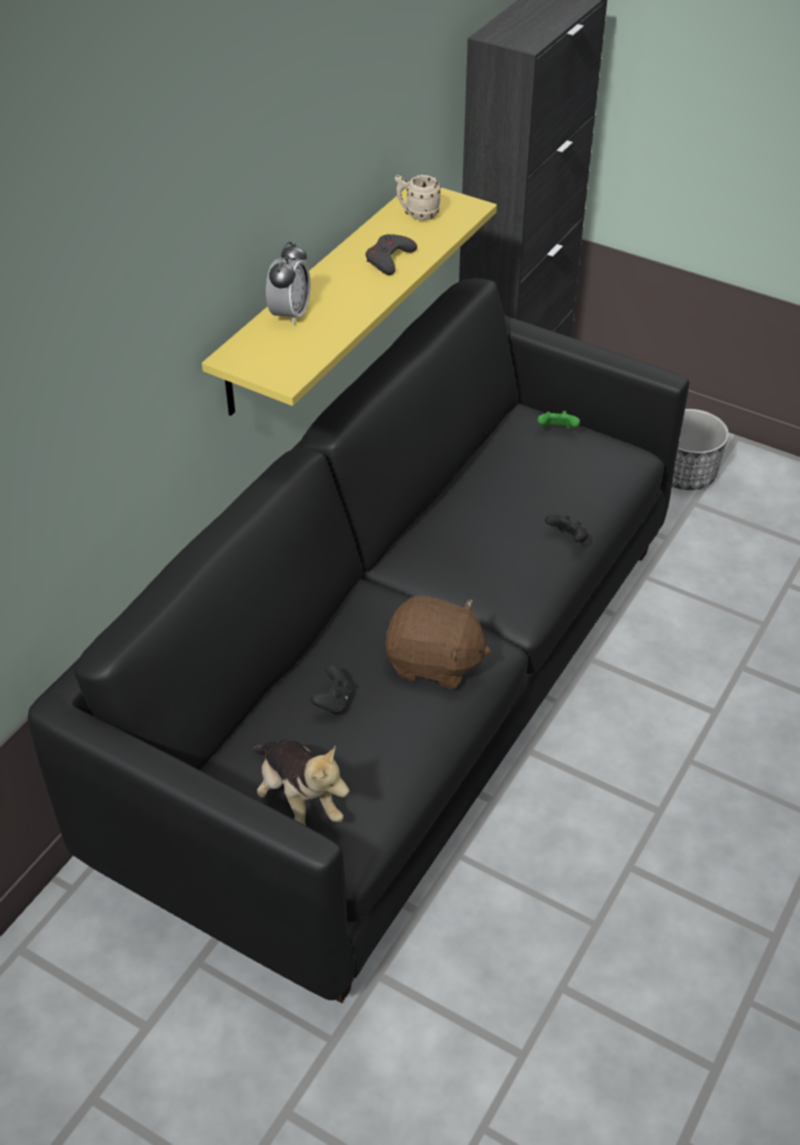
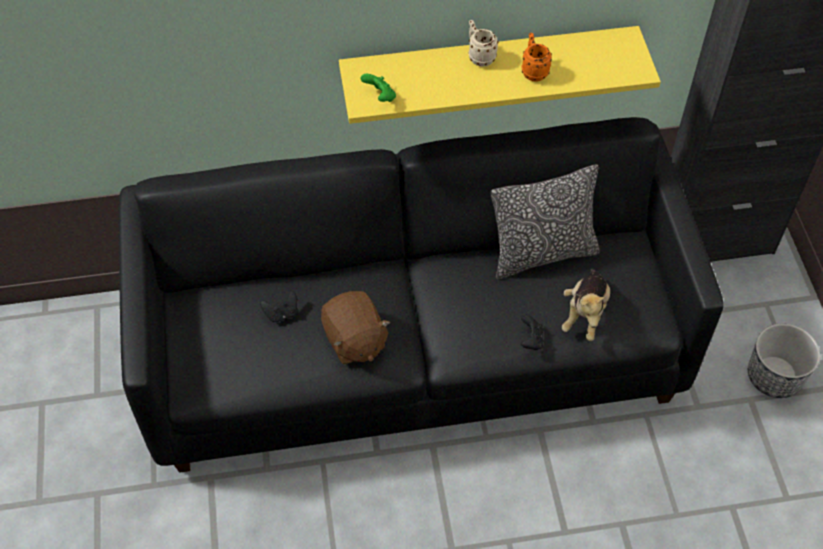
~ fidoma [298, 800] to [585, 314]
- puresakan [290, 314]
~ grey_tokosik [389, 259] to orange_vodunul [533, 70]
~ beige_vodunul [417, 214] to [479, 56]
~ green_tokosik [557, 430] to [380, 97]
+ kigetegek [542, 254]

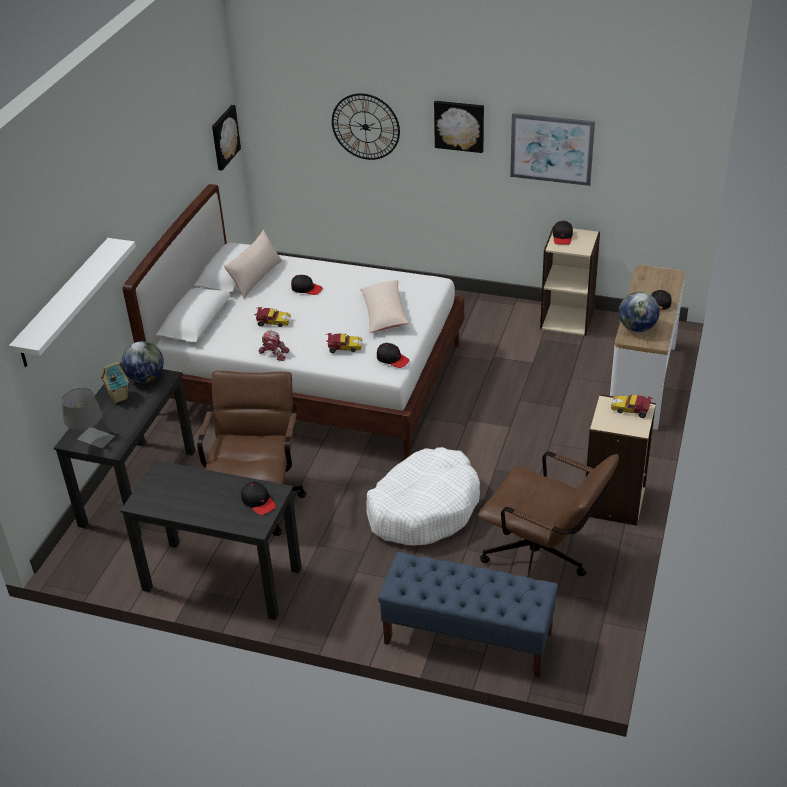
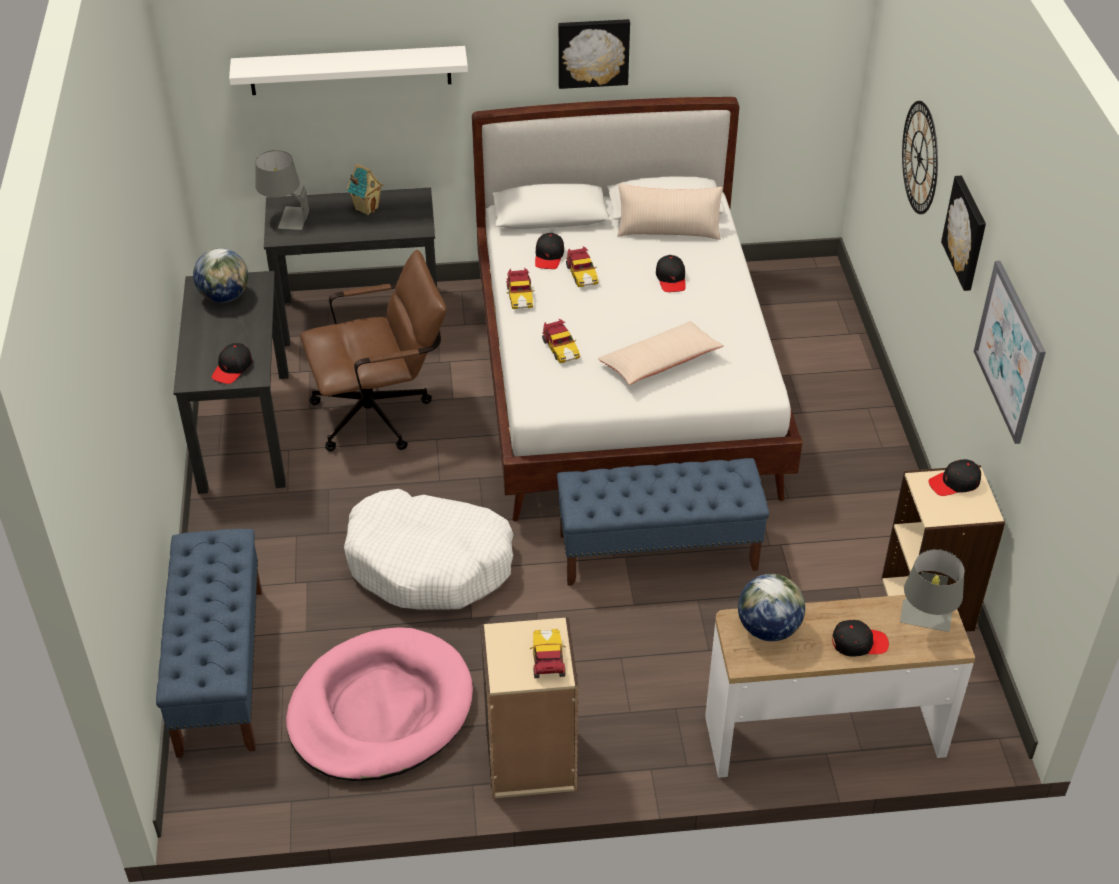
~ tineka [146, 378] to [225, 296]
~ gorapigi [224, 137] to [593, 52]
~ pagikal [274, 353] to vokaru [520, 296]
~ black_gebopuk [392, 359] to [549, 256]
~ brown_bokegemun [543, 561] to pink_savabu [380, 710]
+ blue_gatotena [658, 551]
+ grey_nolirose [925, 623]

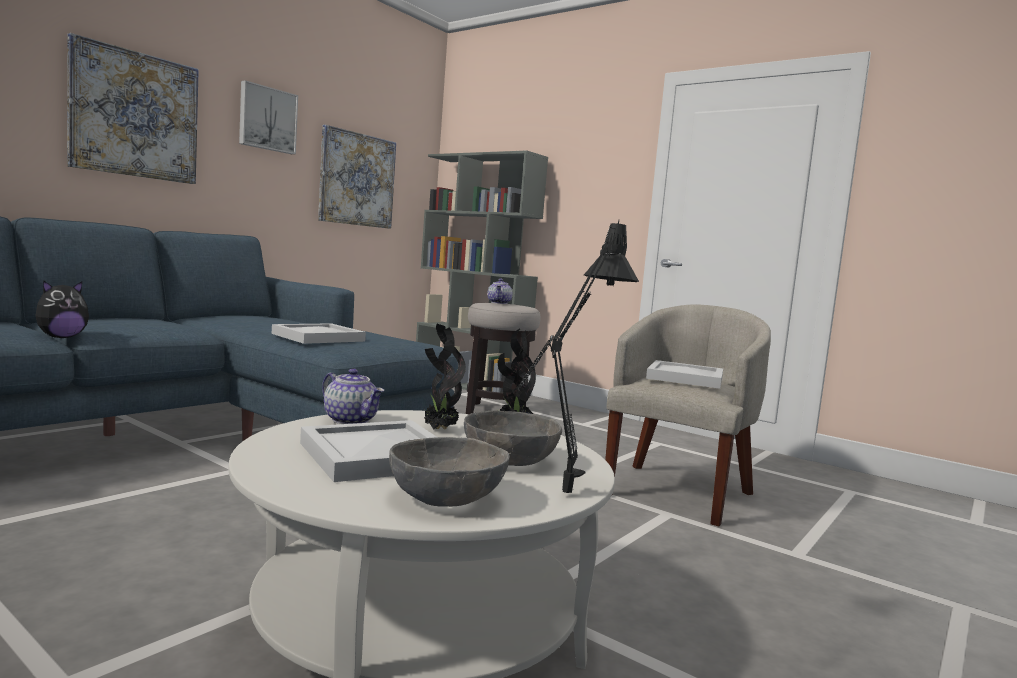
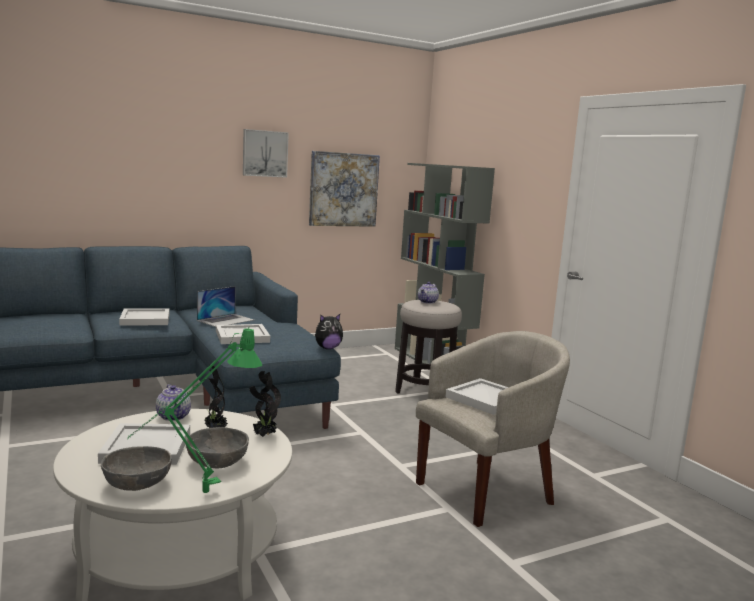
~ fidoma [61, 337] to [327, 348]
- gorapigi [135, 115]
~ black_nolirose [560, 500] to green_nolirose [197, 496]
+ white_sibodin [146, 320]
+ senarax [226, 320]

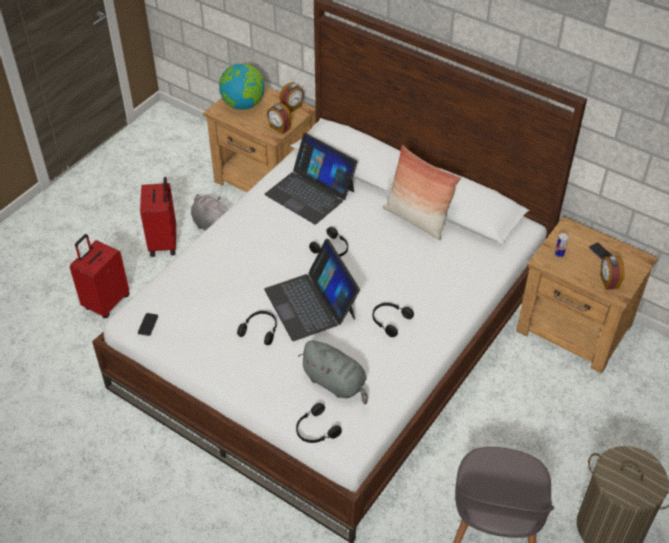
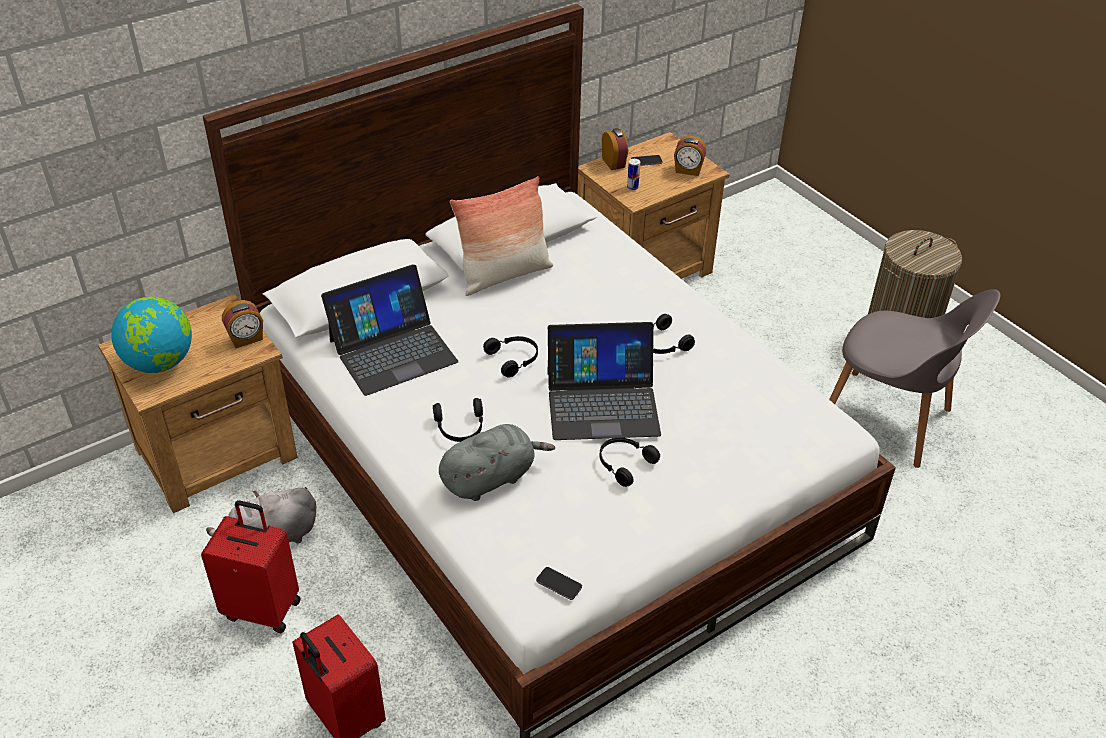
~ puresakan [292, 107] to [614, 162]
~ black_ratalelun [315, 430] to [460, 428]
~ grey_fidoma [336, 383] to [491, 478]

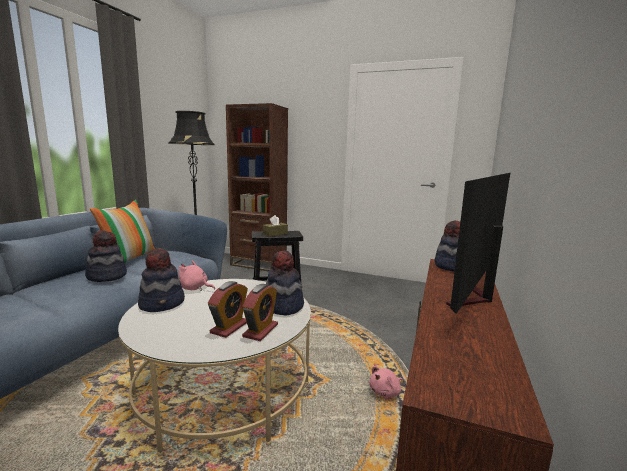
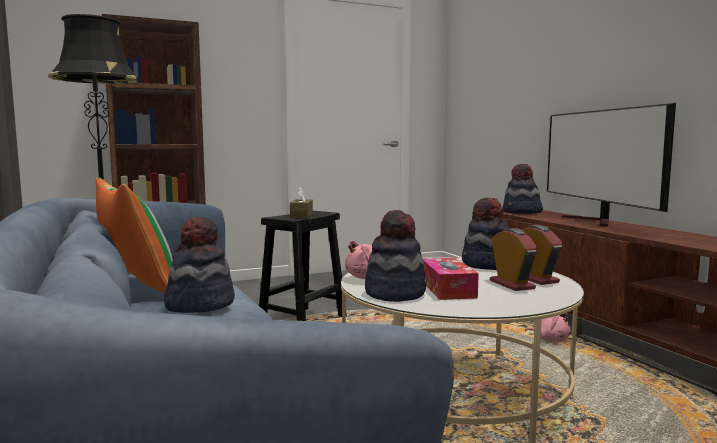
~ pink_fidoma [385, 392] = [550, 339] 60 degrees counterclockwise
+ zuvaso [447, 289]

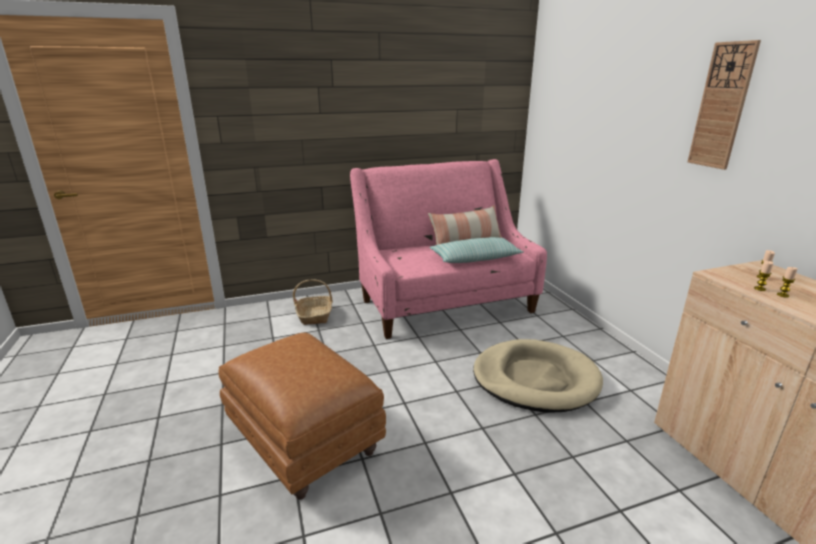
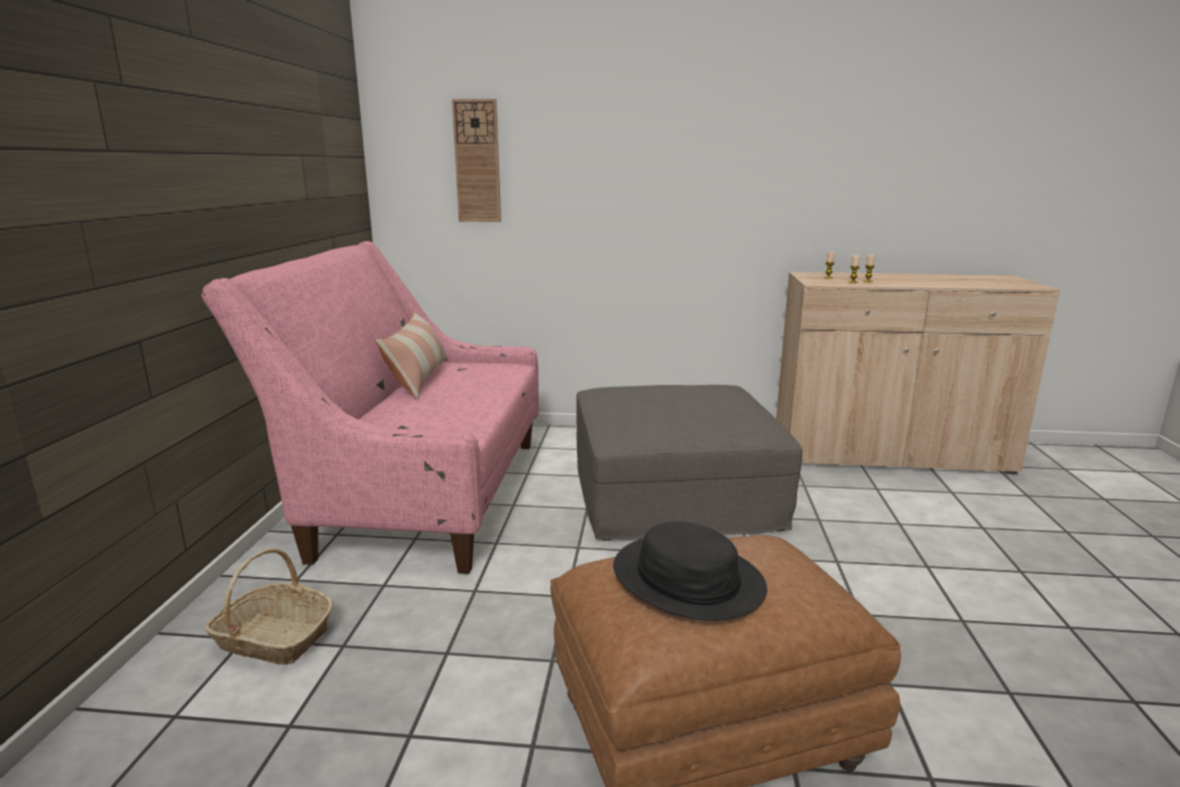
- kigetegek [475, 259]
~ beige_savabu [535, 379] to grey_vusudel [674, 494]
~ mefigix [722, 106] to [477, 162]
+ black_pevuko [687, 579]

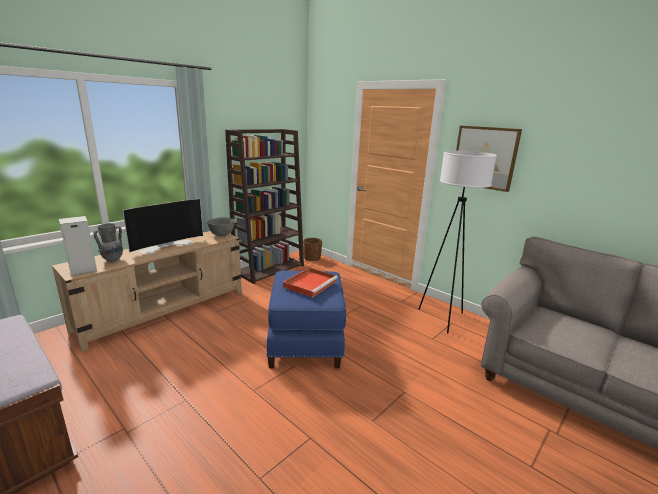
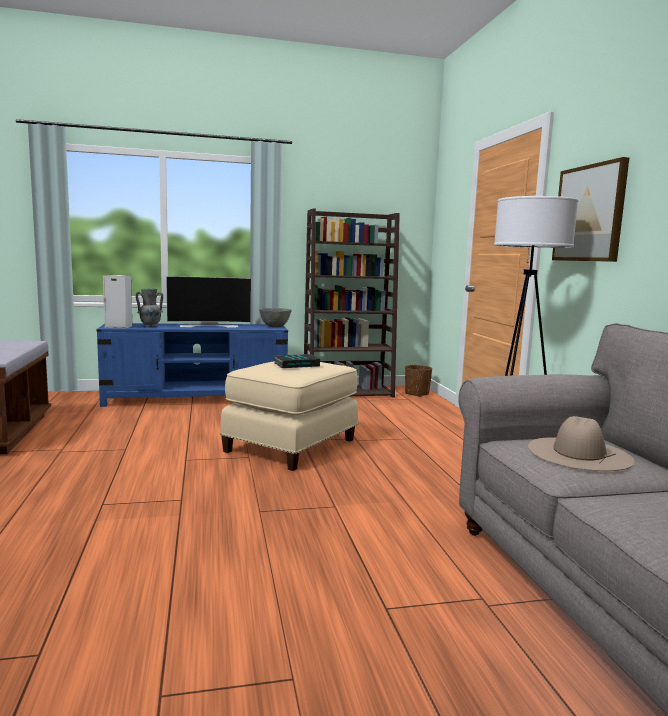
~ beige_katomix [165, 310] to blue_katomix [197, 398]
~ blue_vusudel [306, 341] to beige_vusudel [292, 446]
~ red_sibodin [310, 283] to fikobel [297, 364]
+ beige_pevuko [579, 453]

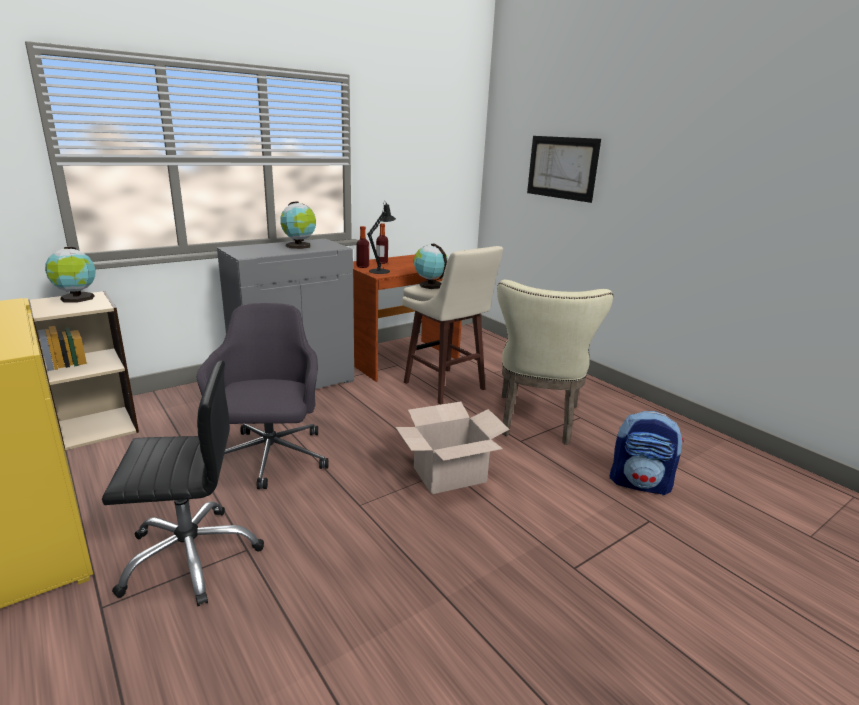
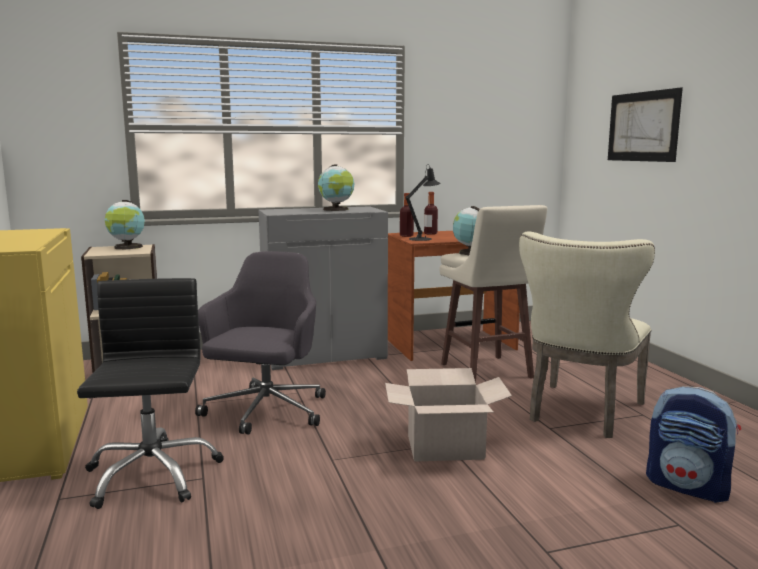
~ black_bokegemun [191, 556] = [151, 475] 105 degrees counterclockwise

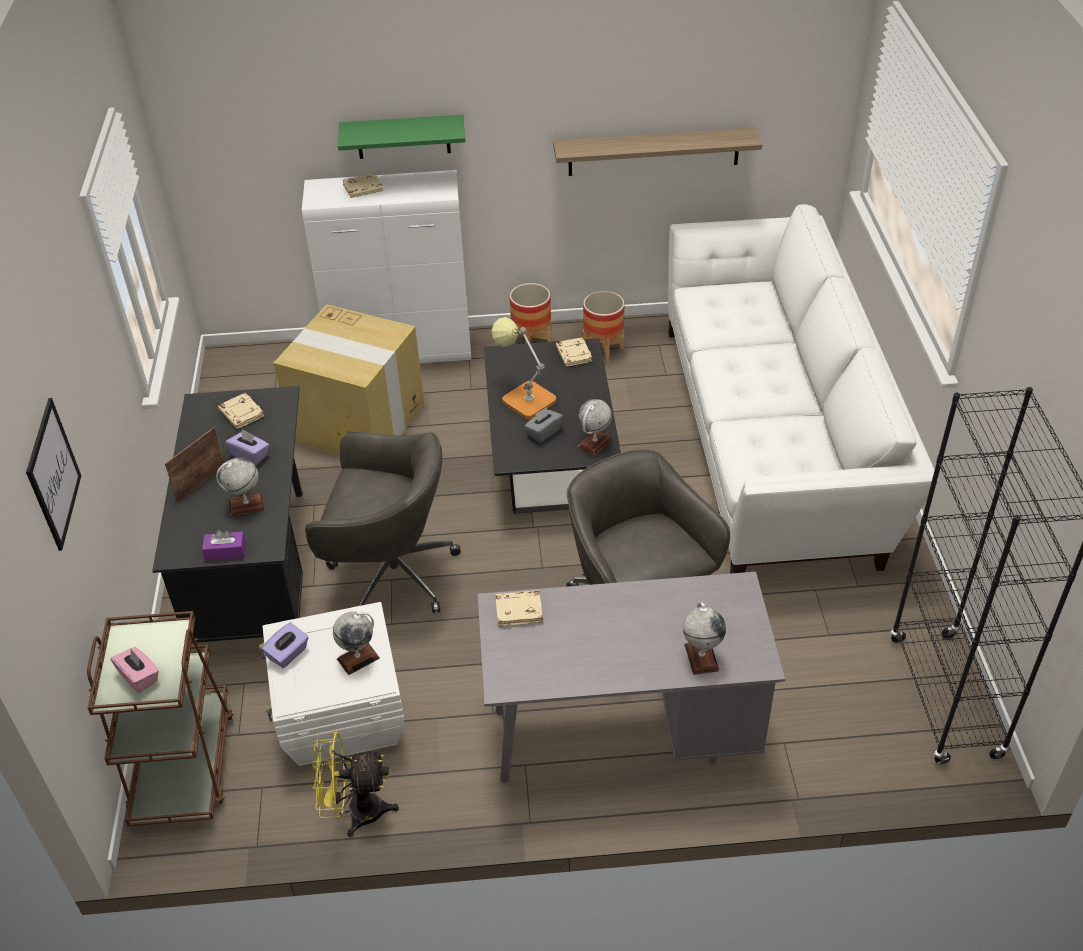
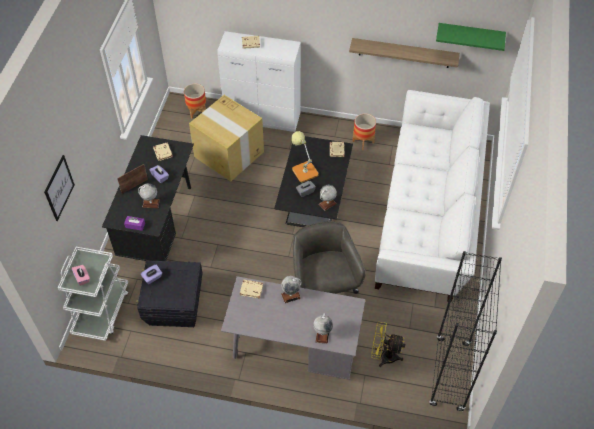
~ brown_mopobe [183, 764] to white_mopobe [101, 311]
~ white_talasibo [341, 716] to black_talasibo [174, 307]
- grey_bokegemun [390, 574]
~ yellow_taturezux [355, 811] to [384, 356]
~ tineka [358, 658] to [291, 296]
~ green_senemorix [403, 136] to [470, 35]
~ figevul [532, 342] to [197, 111]

